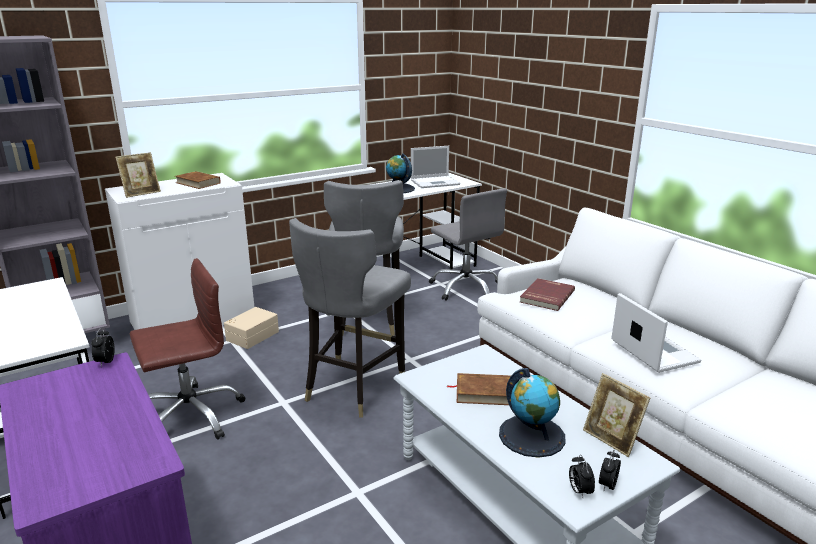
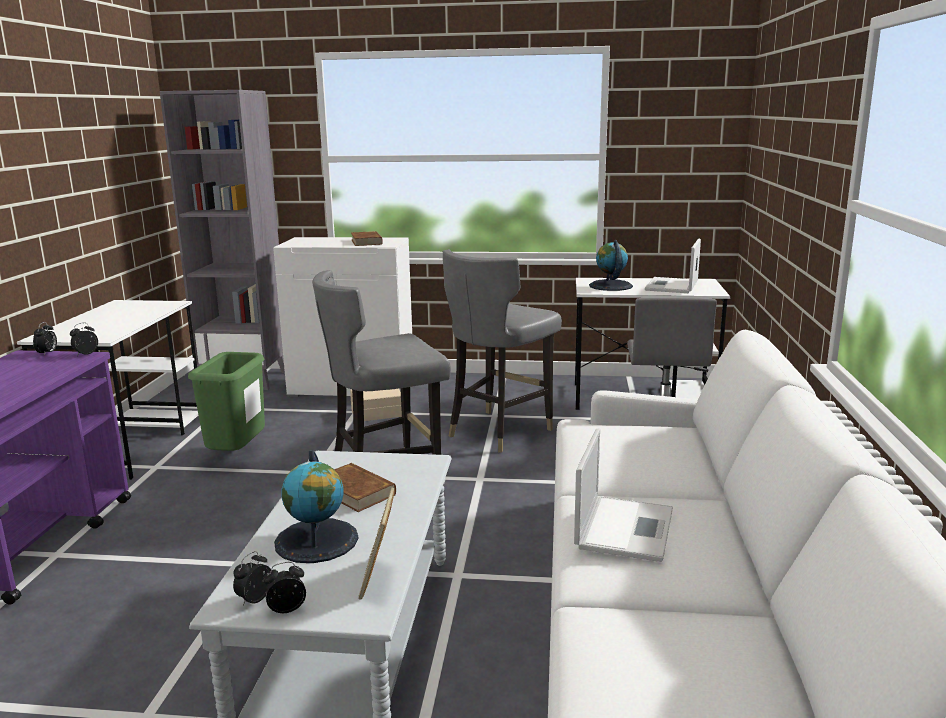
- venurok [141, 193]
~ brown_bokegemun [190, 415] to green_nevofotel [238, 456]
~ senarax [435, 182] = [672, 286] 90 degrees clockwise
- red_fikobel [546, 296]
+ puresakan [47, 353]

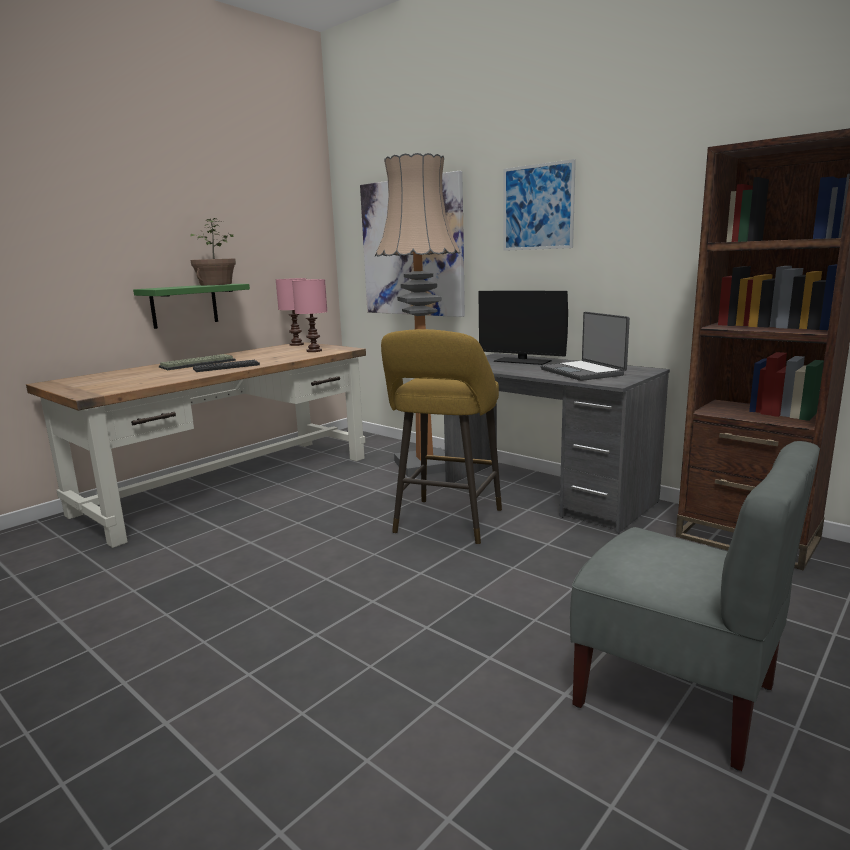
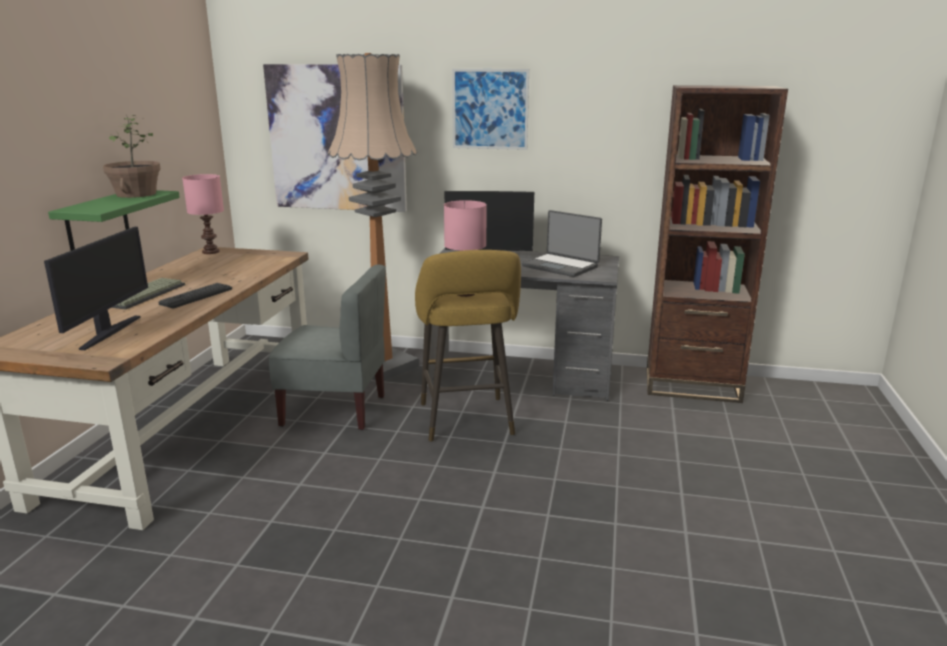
~ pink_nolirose [315, 351] to [465, 293]
~ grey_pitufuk [676, 694] to [335, 410]
+ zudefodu [108, 332]

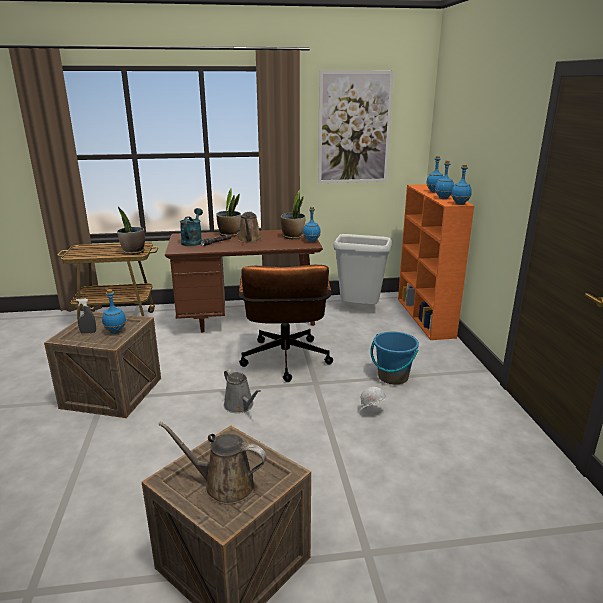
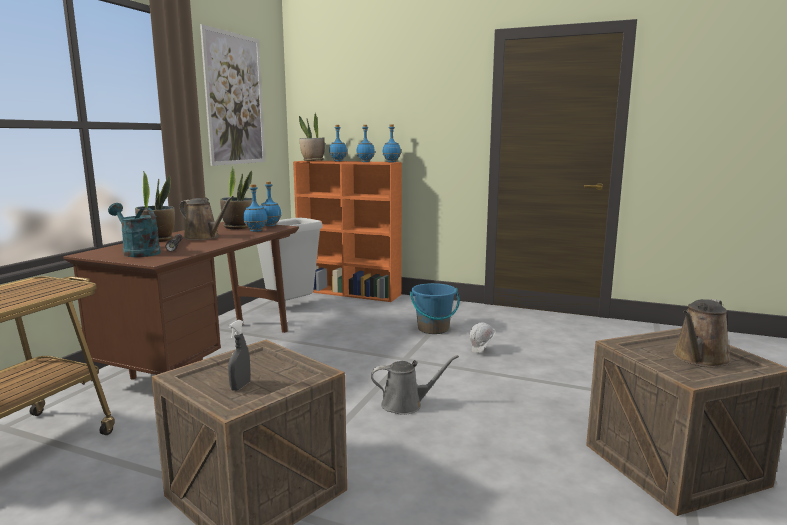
~ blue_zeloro [116, 331] to [255, 231]
~ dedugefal [133, 252] to [313, 160]
- brown_bokegemun [285, 363]

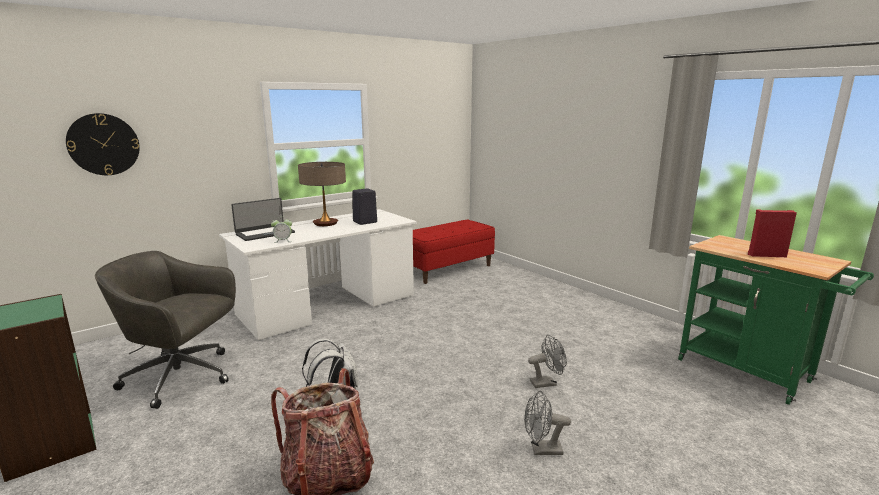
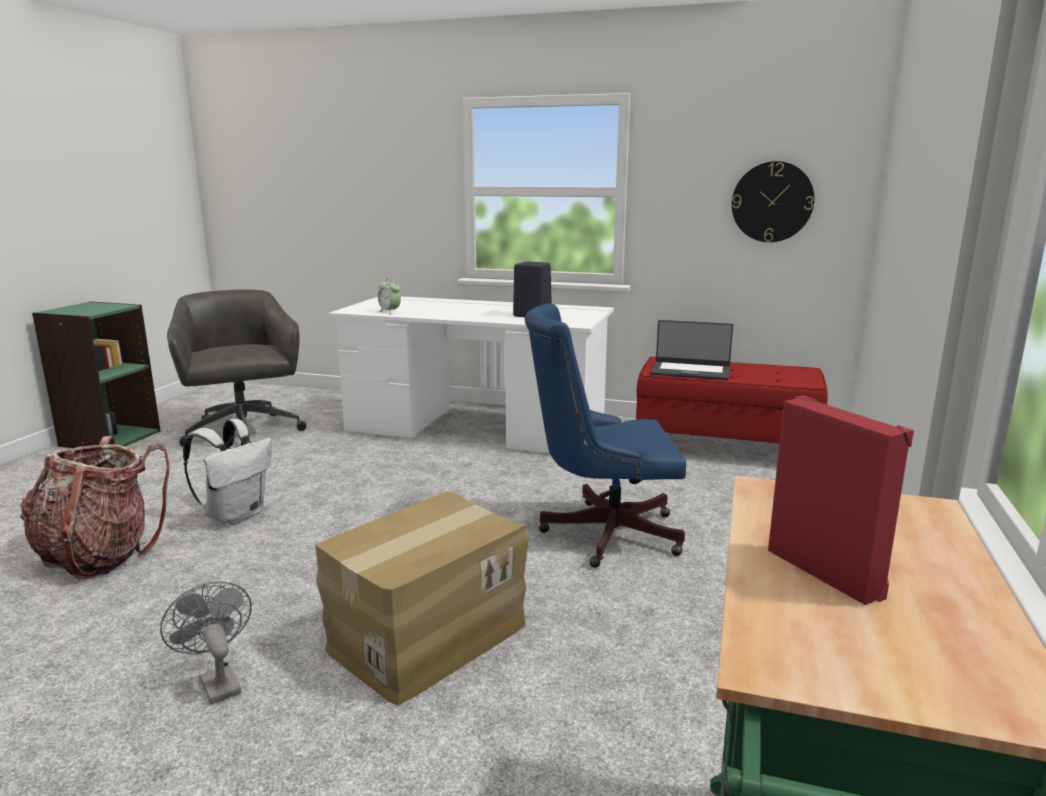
~ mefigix [103, 144] to [772, 202]
~ senarax [265, 233] to [690, 371]
- nolirose [325, 223]
~ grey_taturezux [547, 383] to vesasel [426, 636]
+ blue_bokegemun [602, 533]

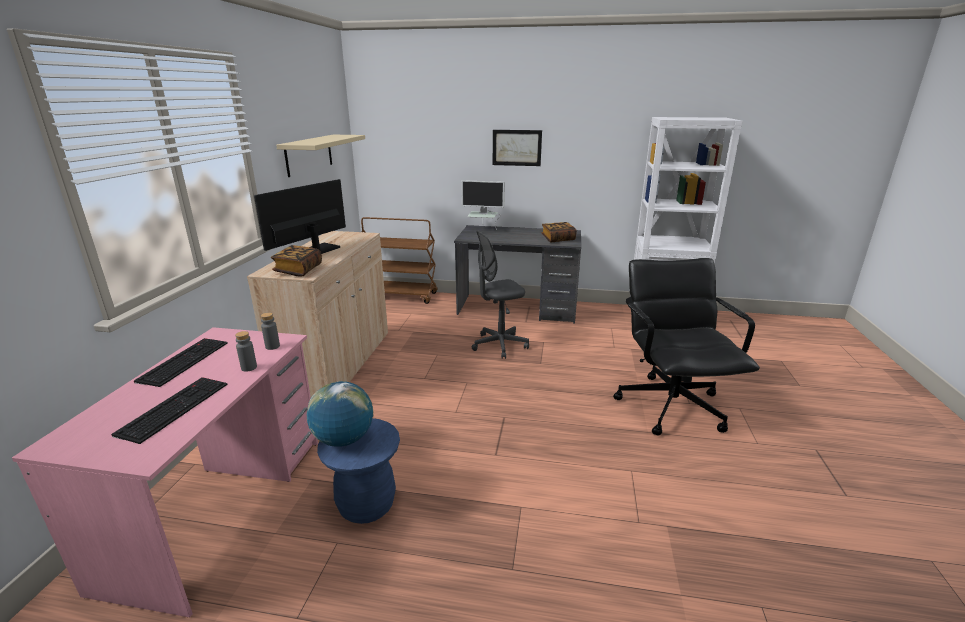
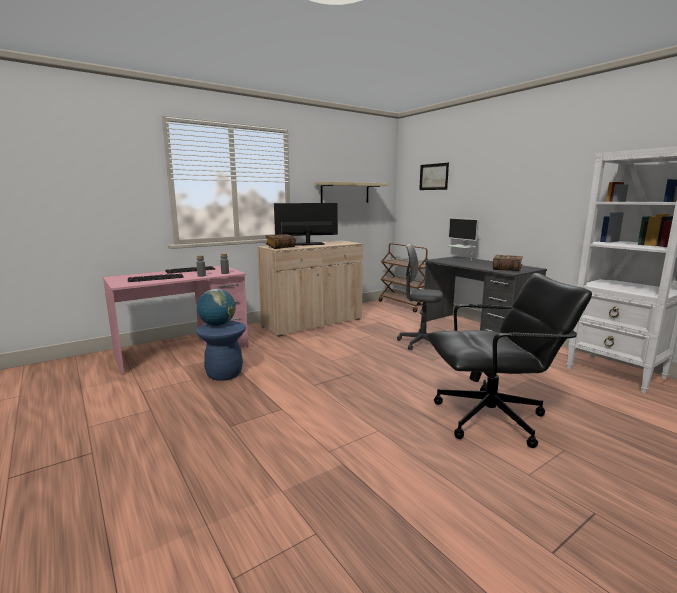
~ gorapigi [516, 147] to [433, 177]
~ black_bokegemun [671, 405] = [491, 419] 45 degrees clockwise

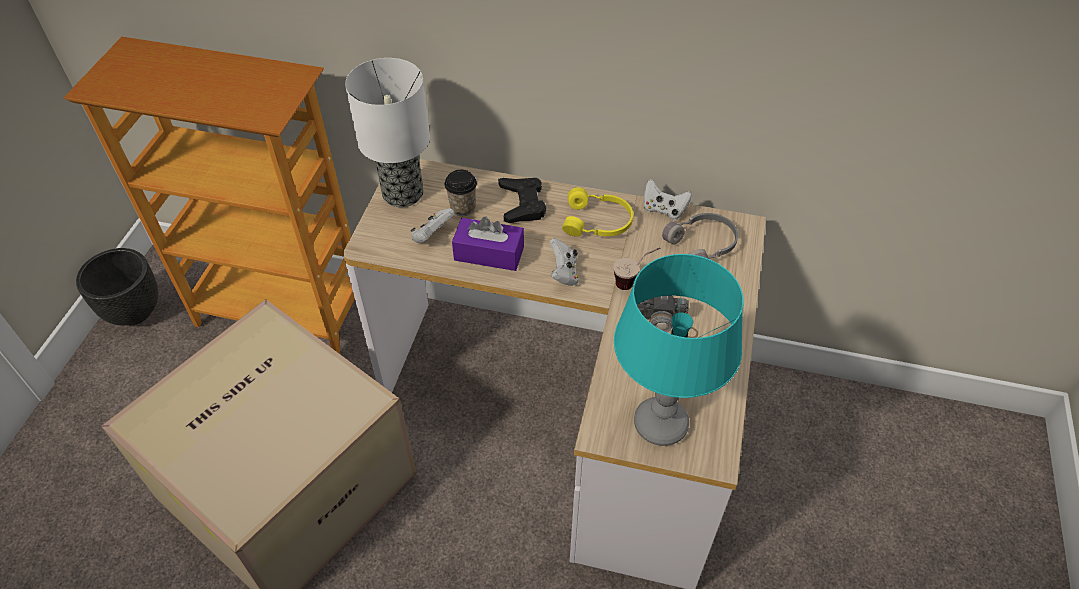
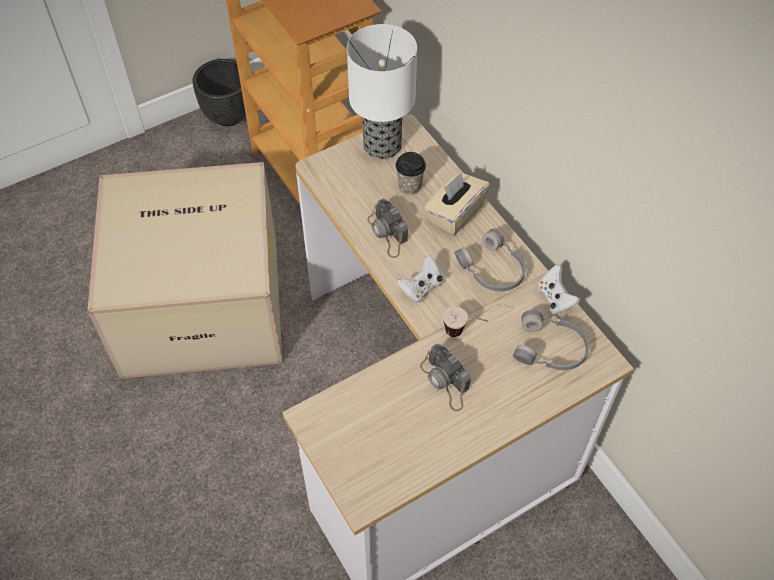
- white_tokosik [432, 235]
~ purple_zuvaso [489, 253] to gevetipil [387, 233]
~ black_tokosik [522, 204] to beige_zuvaso [454, 214]
~ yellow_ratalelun [598, 222] to grey_ratalelun [492, 270]
- turquoise_nolirose [660, 424]

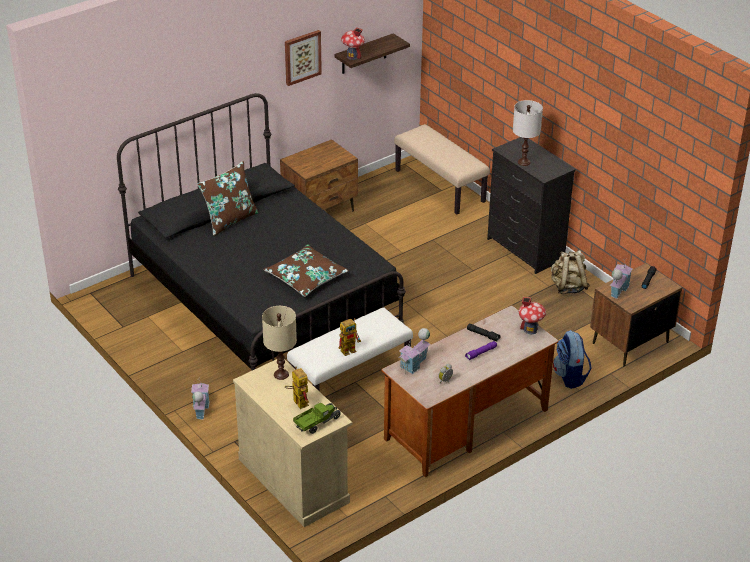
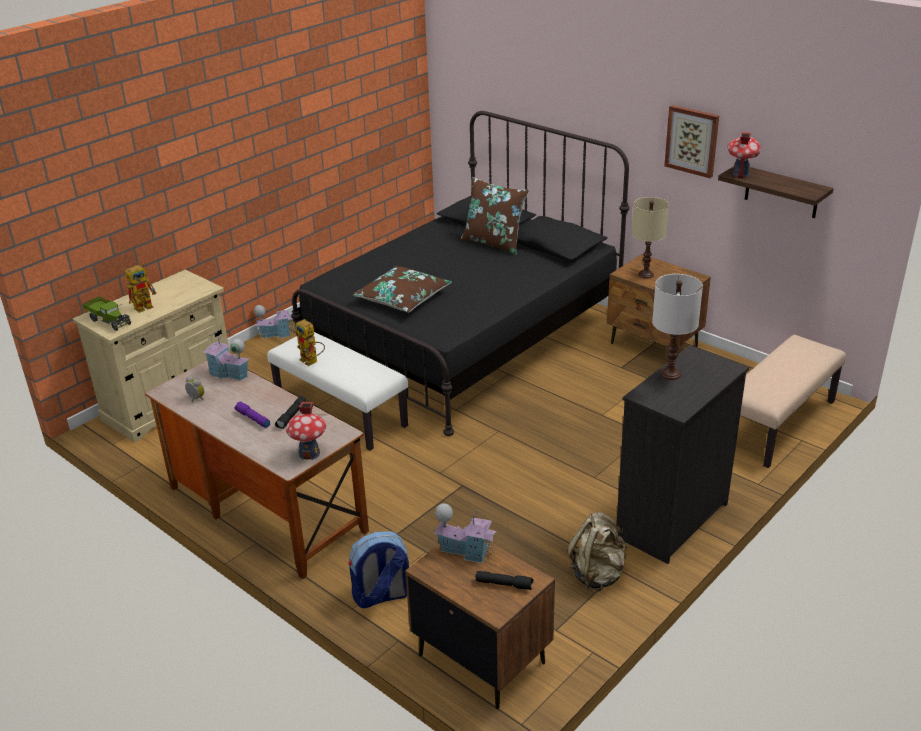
~ beige_nolirose [281, 374] to [646, 274]

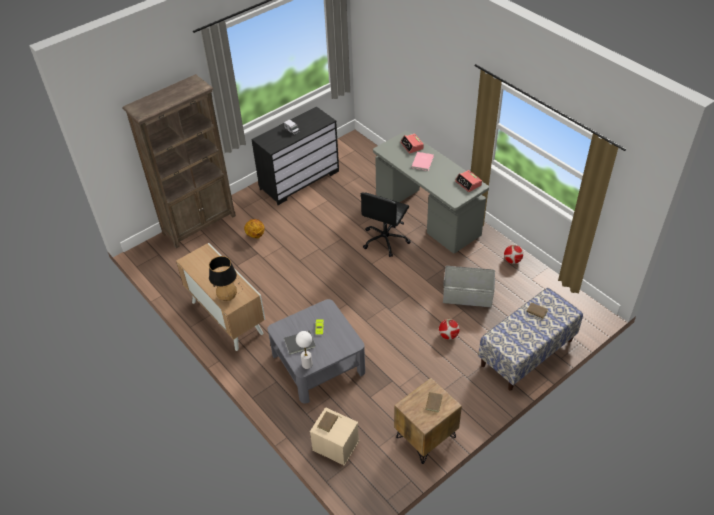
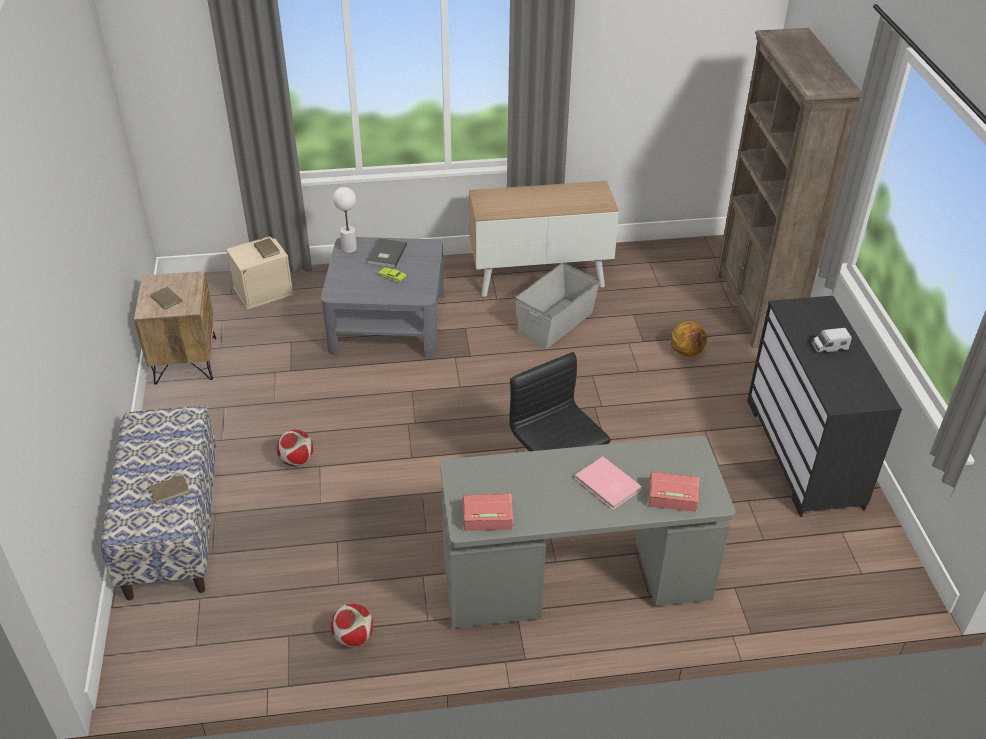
- nolirose [228, 294]
~ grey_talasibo [467, 296] to [555, 322]

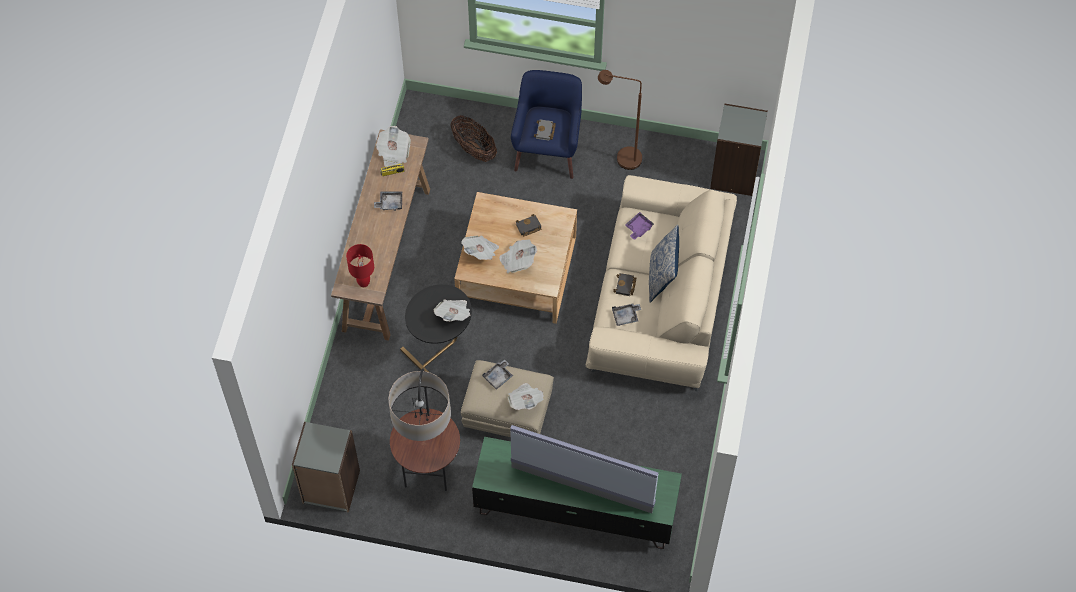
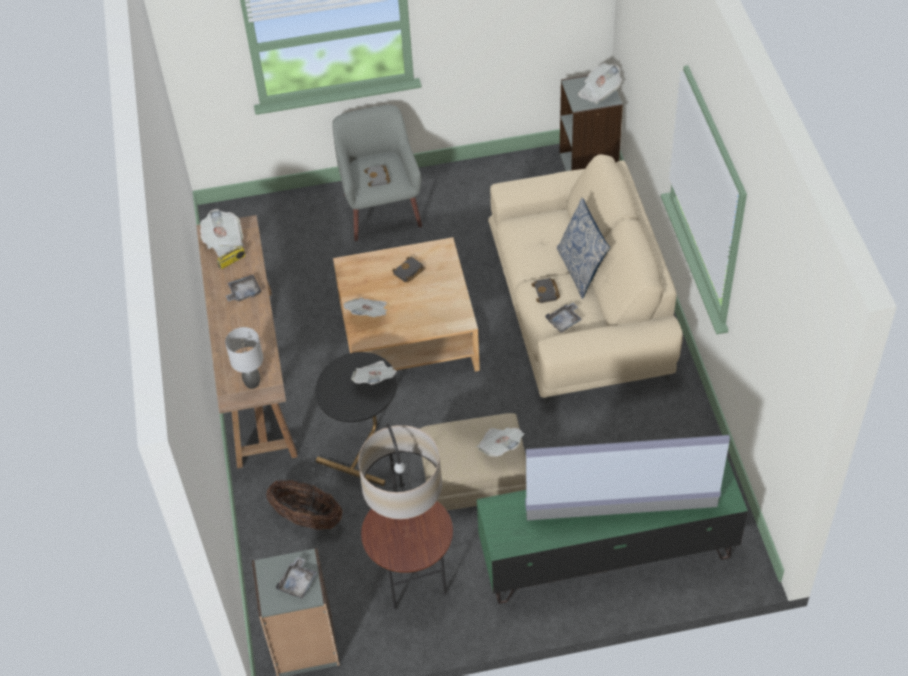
~ red_nolirose [363, 282] to grey_nolirose [252, 383]
~ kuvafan [474, 148] to [307, 518]
~ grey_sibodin [498, 377] to [298, 582]
~ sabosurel [517, 261] to [599, 92]
~ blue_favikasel [548, 149] to grey_favikasel [381, 209]
- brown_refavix [622, 159]
- purple_sibodin [638, 228]

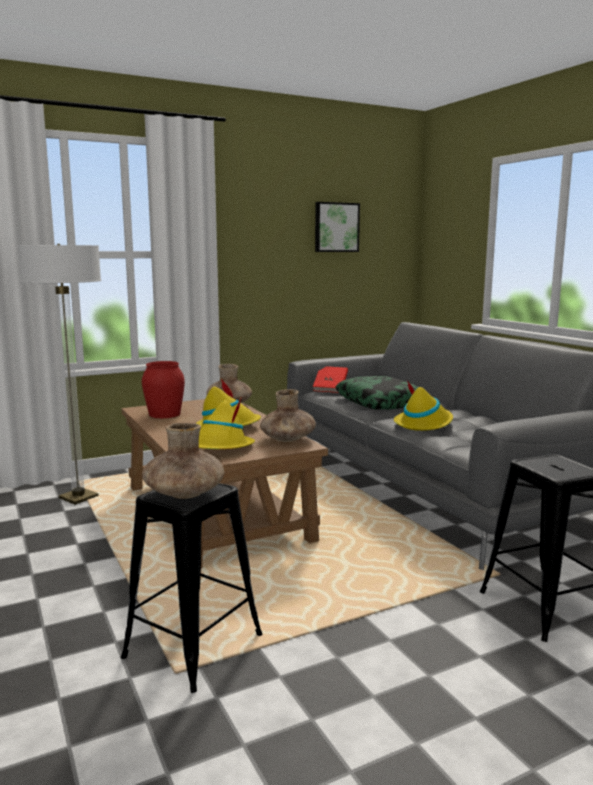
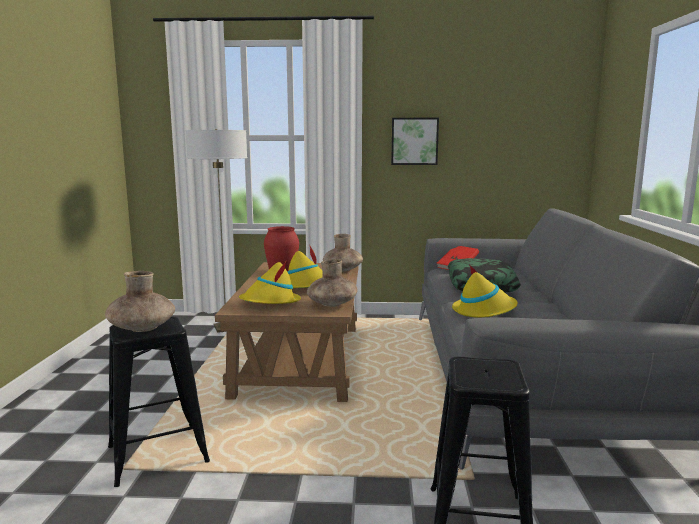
~ gorapigi [336, 227] to [414, 141]

